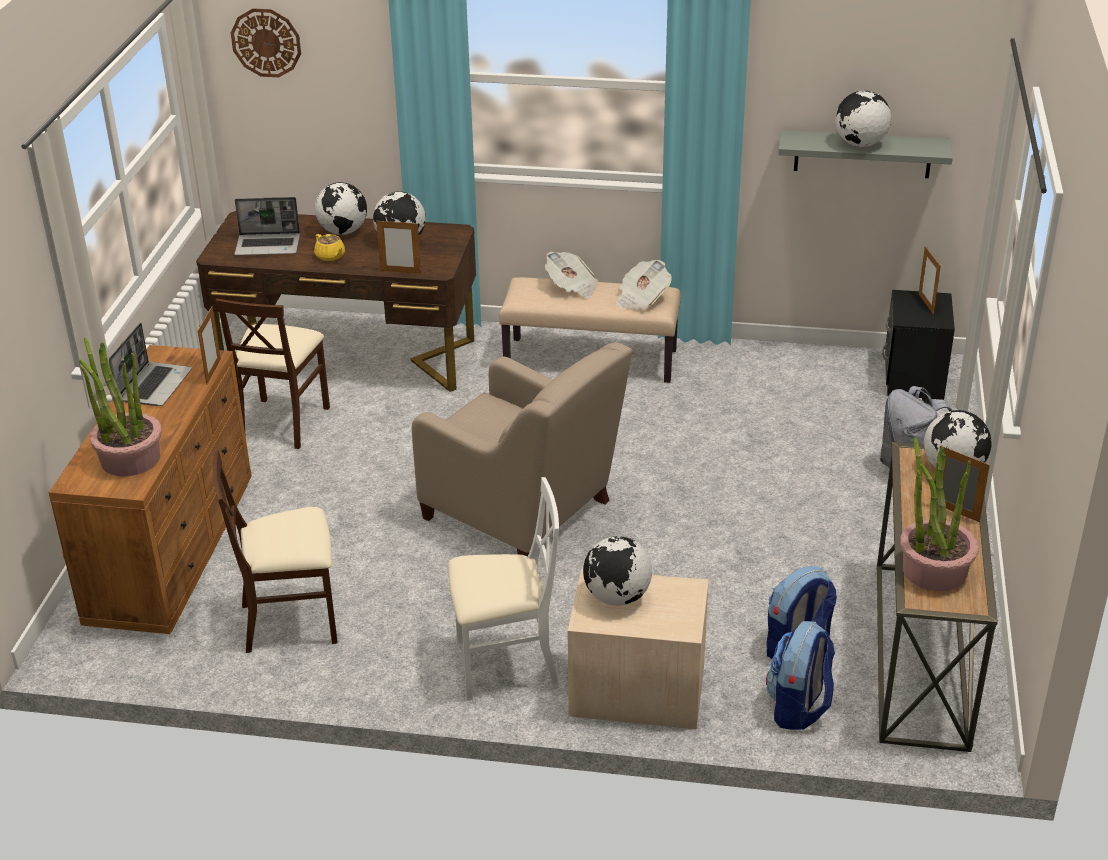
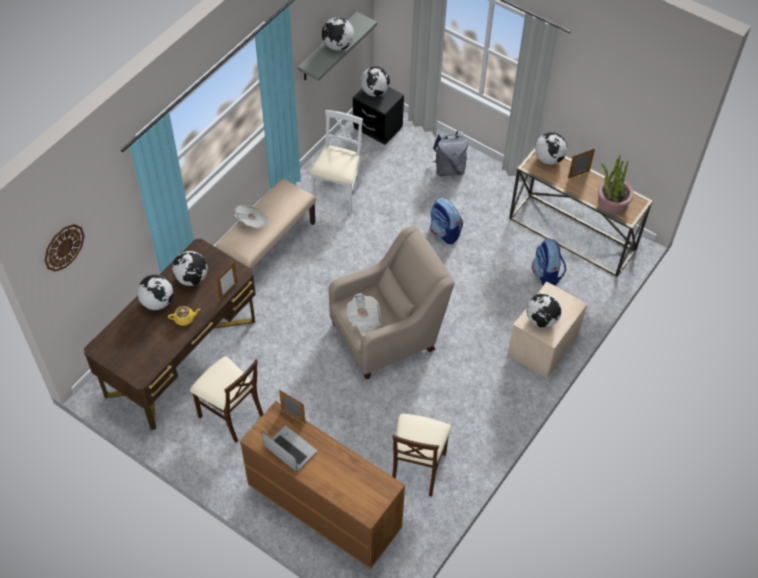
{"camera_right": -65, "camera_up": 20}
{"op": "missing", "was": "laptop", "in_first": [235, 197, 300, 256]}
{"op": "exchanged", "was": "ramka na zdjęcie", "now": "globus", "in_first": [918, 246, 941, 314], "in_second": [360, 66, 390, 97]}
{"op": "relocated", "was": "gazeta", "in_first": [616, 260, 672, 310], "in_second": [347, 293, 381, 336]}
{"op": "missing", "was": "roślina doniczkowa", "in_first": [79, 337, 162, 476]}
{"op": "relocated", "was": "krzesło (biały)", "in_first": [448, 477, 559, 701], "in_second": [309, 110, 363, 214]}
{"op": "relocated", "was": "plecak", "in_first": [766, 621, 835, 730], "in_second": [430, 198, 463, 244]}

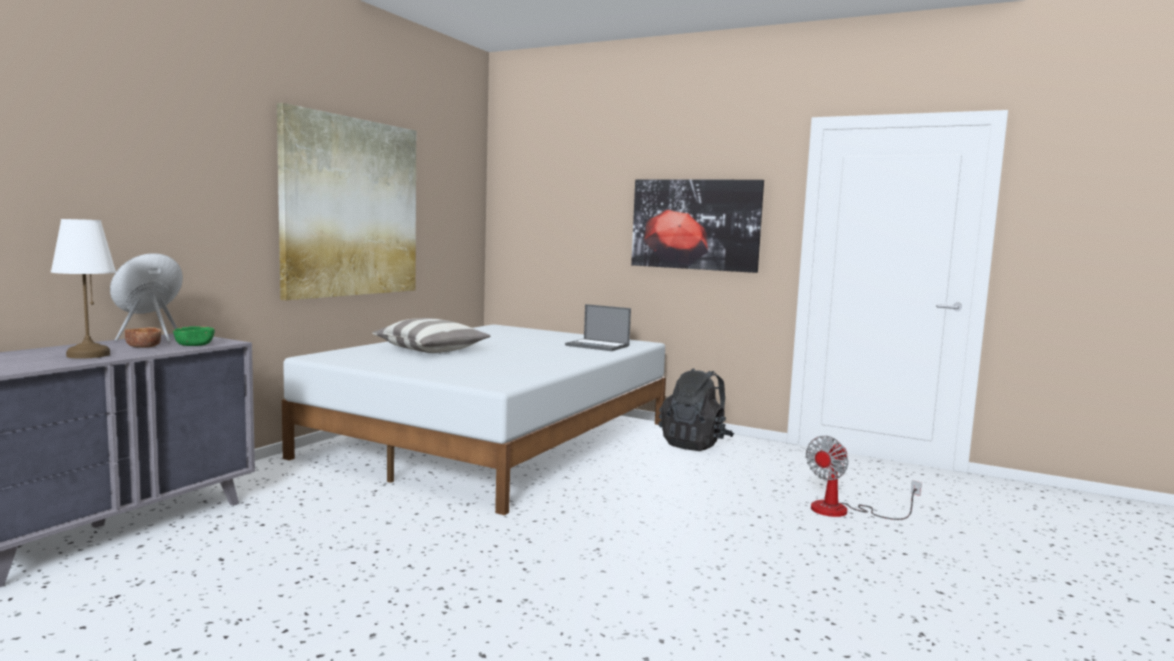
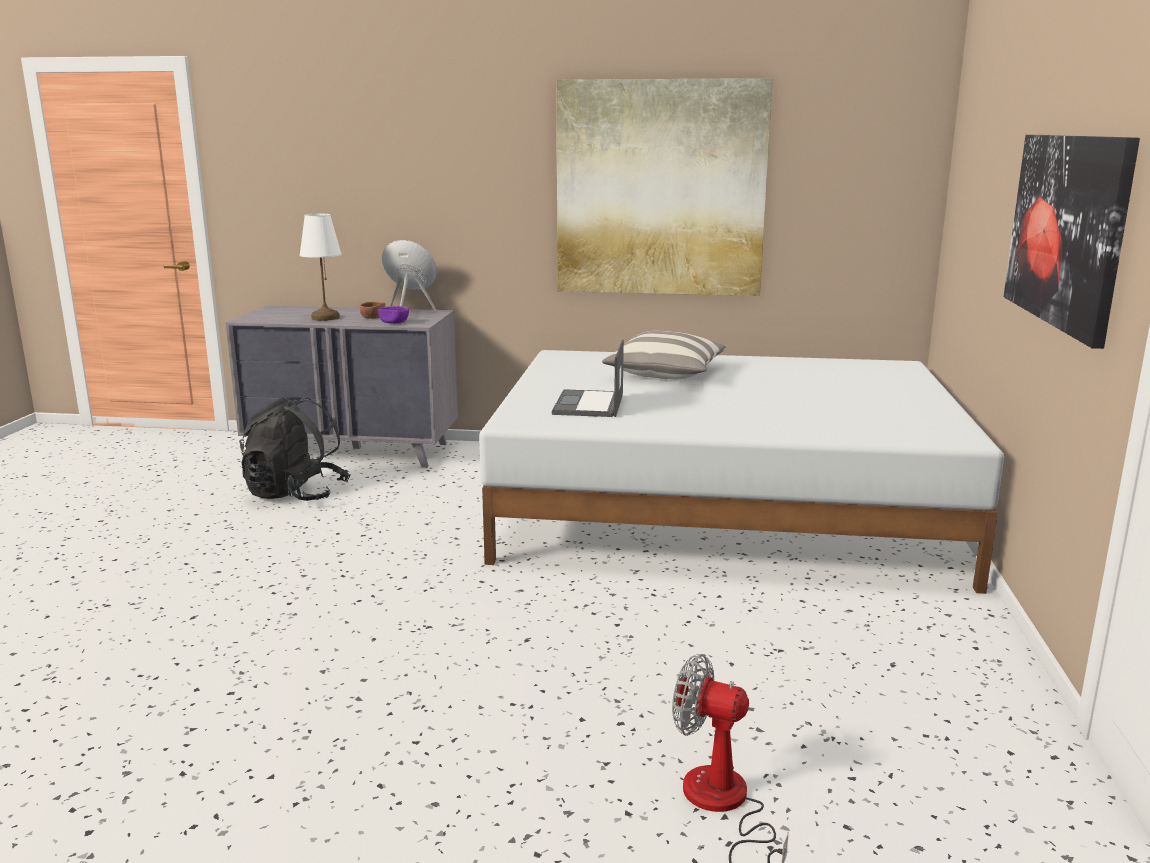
{"camera_right": 70, "camera_up": 10}
{"op": "relocated", "was": "laptop", "in_first": [565, 304, 631, 351], "in_second": [552, 339, 624, 417]}
{"op": "colour", "was": "miska (zielony)", "now": "miska (fioletowy)", "in_first": [173, 326, 215, 346], "in_second": [378, 306, 409, 324]}
{"op": "relocated", "was": "plecak (czarny)", "in_first": [659, 369, 734, 451], "in_second": [239, 397, 351, 501]}

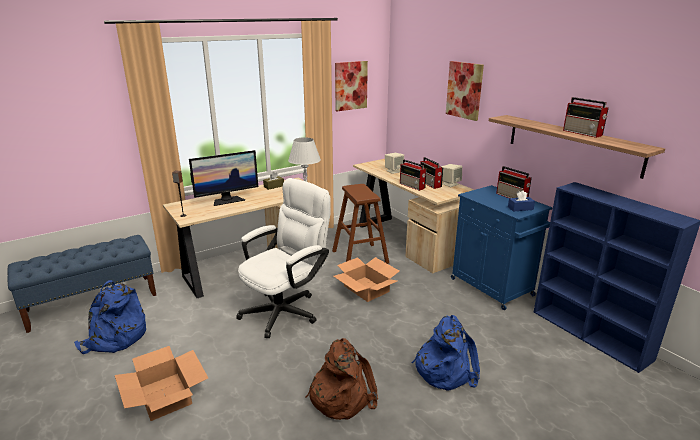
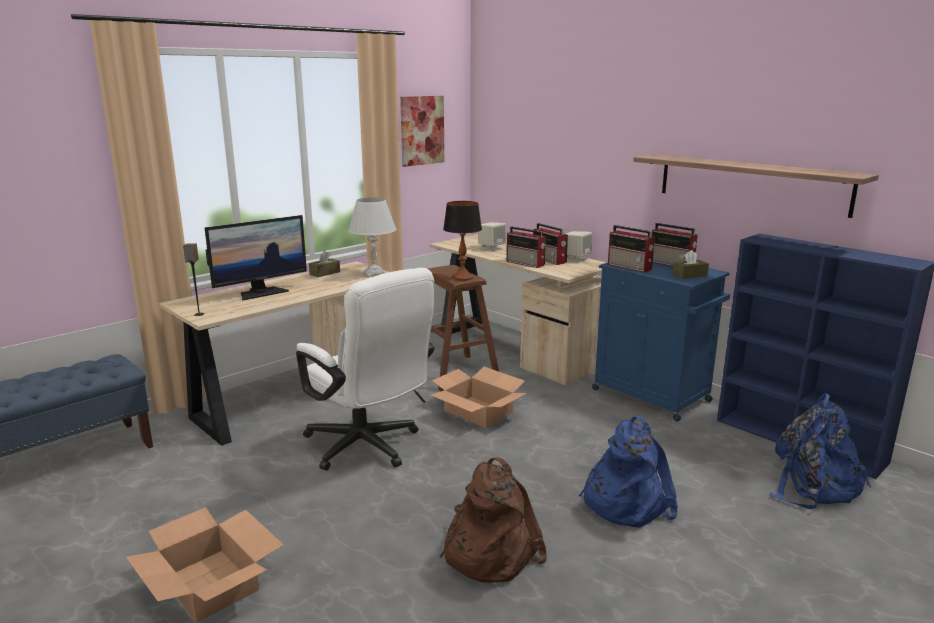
{"camera_right": -10, "camera_up": -5}
{"op": "missing", "was": "obraz", "in_first": [446, 61, 484, 121]}
{"op": "relocated", "was": "radio", "in_first": [563, 97, 609, 138], "in_second": [608, 225, 655, 273]}
{"op": "spun", "was": "krzesło biurowe (biały)", "in_first": [236, 178, 331, 338], "in_second": [296, 268, 435, 471], "clockwise": 105}
{"op": "colour", "was": "pudełko chusteczek (niebieski)", "now": "pudełko chusteczek (brązowy)", "in_first": [508, 190, 535, 212], "in_second": [673, 250, 709, 279]}
{"op": "relocated", "was": "plecak (niebieski)", "in_first": [74, 280, 146, 354], "in_second": [769, 393, 871, 509]}
{"op": "appeared", "now": "lampa stołowa", "in_second": [443, 201, 482, 281]}

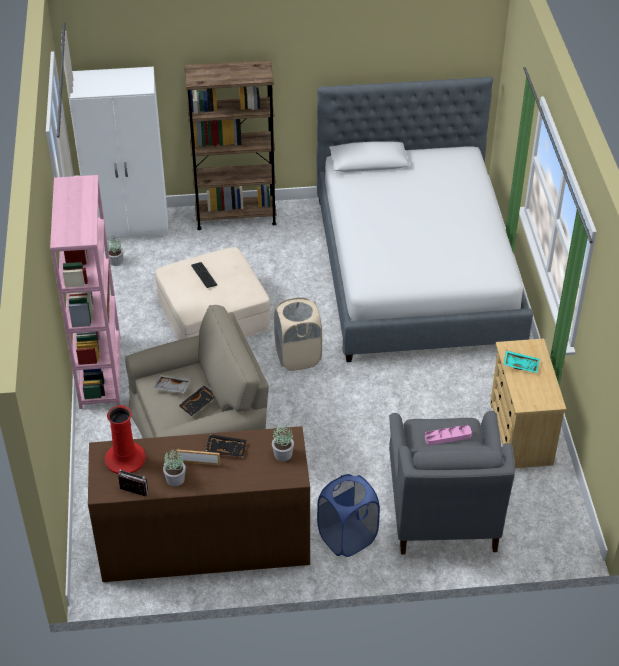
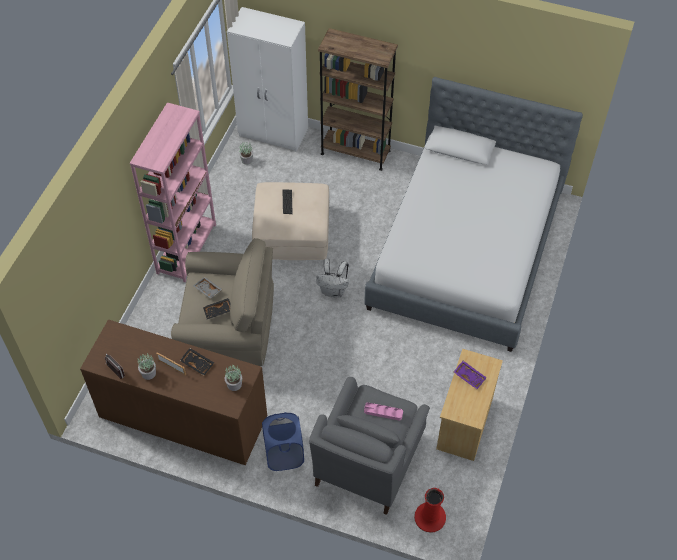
{"camera_right": 25, "camera_up": 10}
{"op": "exchanged", "was": "kosz na pranie (beżowy)", "now": "plecak (biały)", "in_first": [274, 297, 322, 371], "in_second": [316, 259, 349, 298]}
{"op": "colour", "was": "taca (turkusowy)", "now": "taca (fioletowy)", "in_first": [504, 350, 540, 373], "in_second": [454, 361, 487, 389]}
{"op": "relocated", "was": "wazon (czerwony)", "in_first": [105, 405, 146, 474], "in_second": [414, 488, 446, 532]}

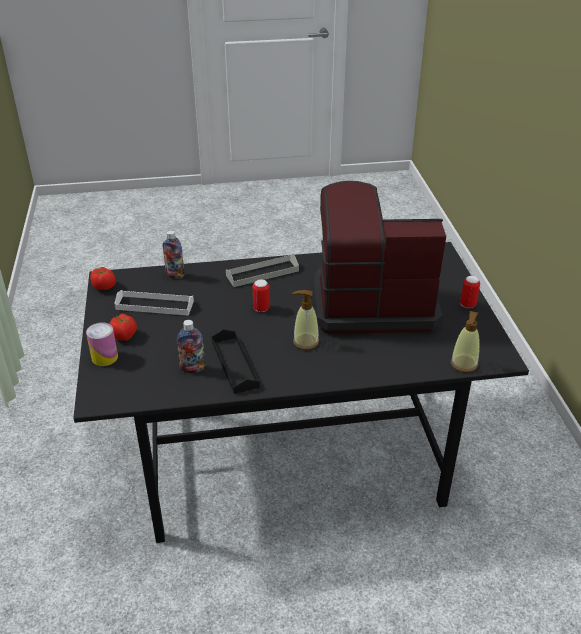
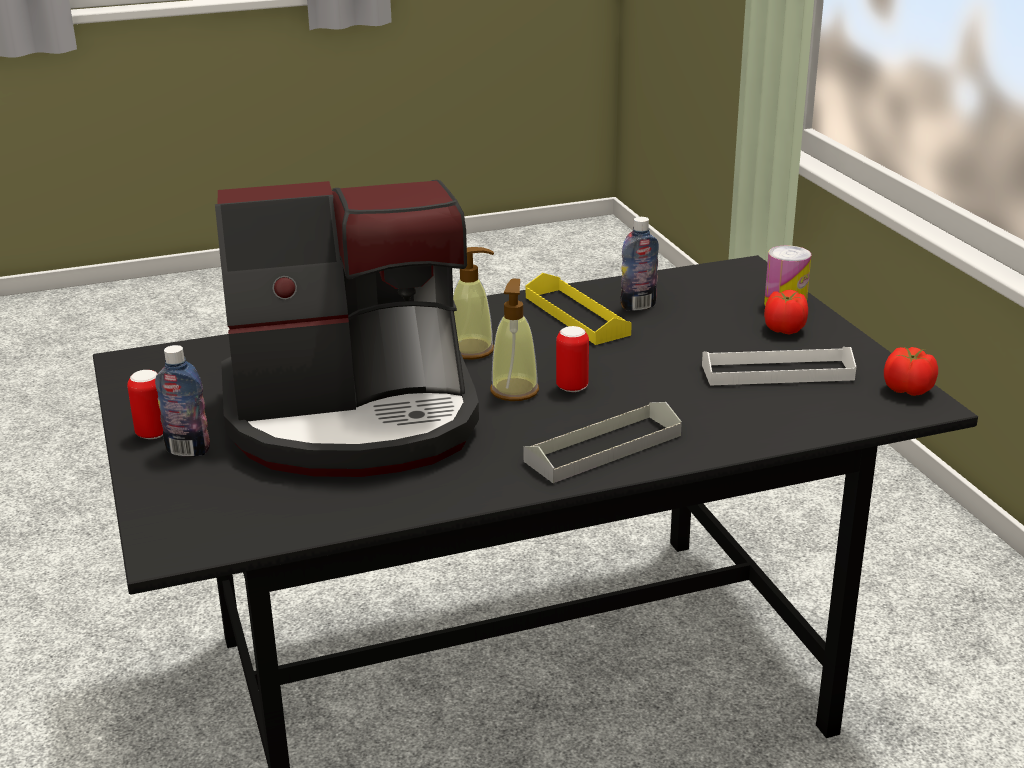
{"camera_right": 170, "camera_up": -10}
{"op": "relocated", "was": "butelka", "in_first": [162, 230, 185, 279], "in_second": [155, 345, 210, 457]}
{"op": "relocated", "was": "dozownik mydła", "in_first": [451, 311, 480, 373], "in_second": [490, 279, 539, 401]}
{"op": "colour", "was": "taca (czarny)", "now": "taca (żółty)", "in_first": [211, 329, 260, 394], "in_second": [526, 273, 632, 345]}

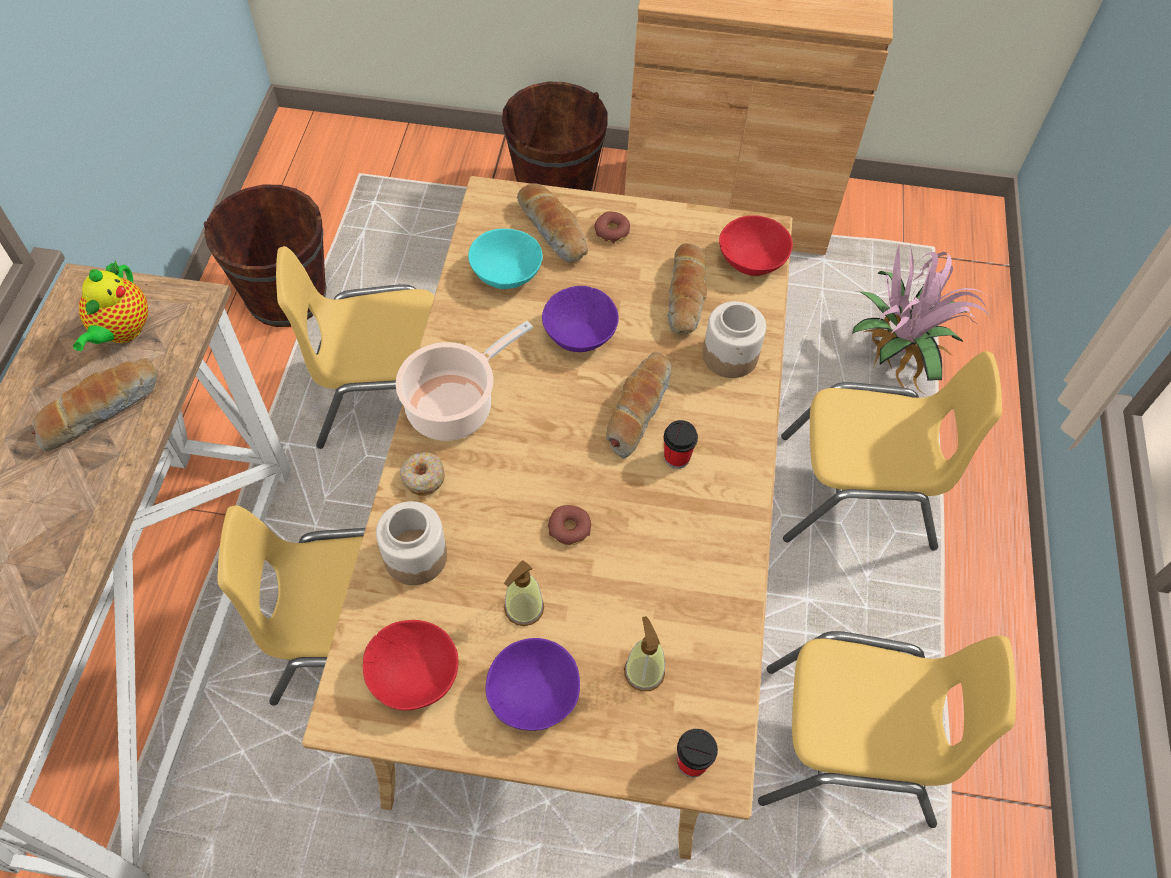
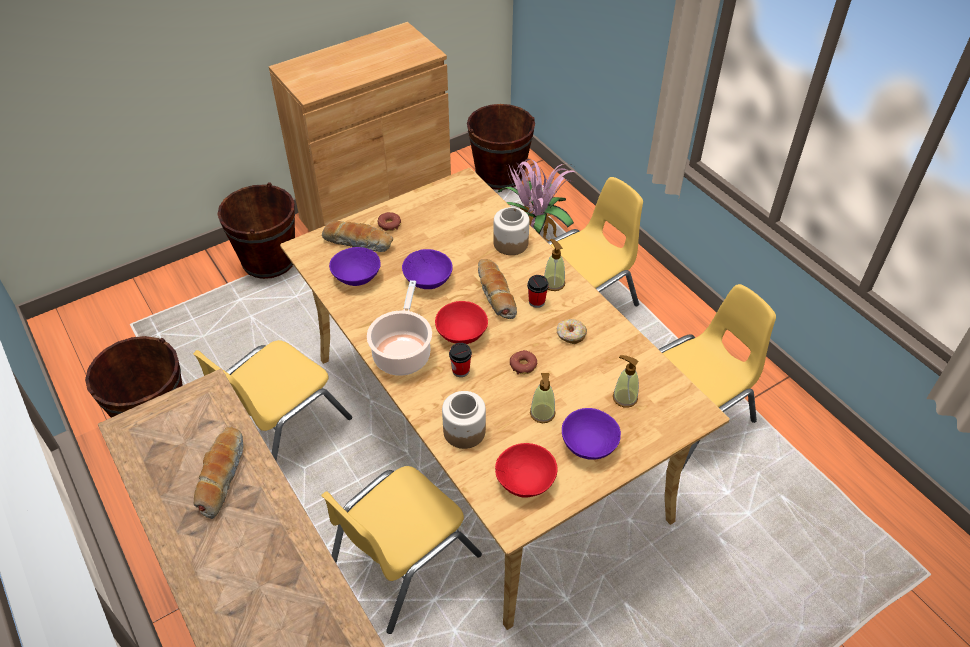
{"camera_right": -40, "camera_up": -10}
{"op": "relocated", "was": "miska (czerwony)", "in_first": [719, 215, 793, 276], "in_second": [435, 301, 488, 344]}
{"op": "colour", "was": "miska (turkusowy)", "now": "miska (fioletowy)", "in_first": [468, 229, 543, 289], "in_second": [329, 247, 381, 286]}
{"op": "missing", "was": "chleb", "in_first": [667, 243, 707, 335]}
{"op": "missing", "was": "imbryk", "in_first": [73, 260, 148, 351]}
{"op": "relocated", "was": "donut", "in_first": [400, 452, 445, 496], "in_second": [557, 319, 587, 344]}
{"op": "relocated", "was": "filiżanka", "in_first": [677, 729, 718, 777], "in_second": [449, 343, 472, 377]}
{"op": "appeared", "now": "wiadro (brązowy)", "in_second": [467, 104, 535, 190]}
{"op": "appeared", "now": "dozownik mydła", "in_second": [544, 239, 565, 291]}

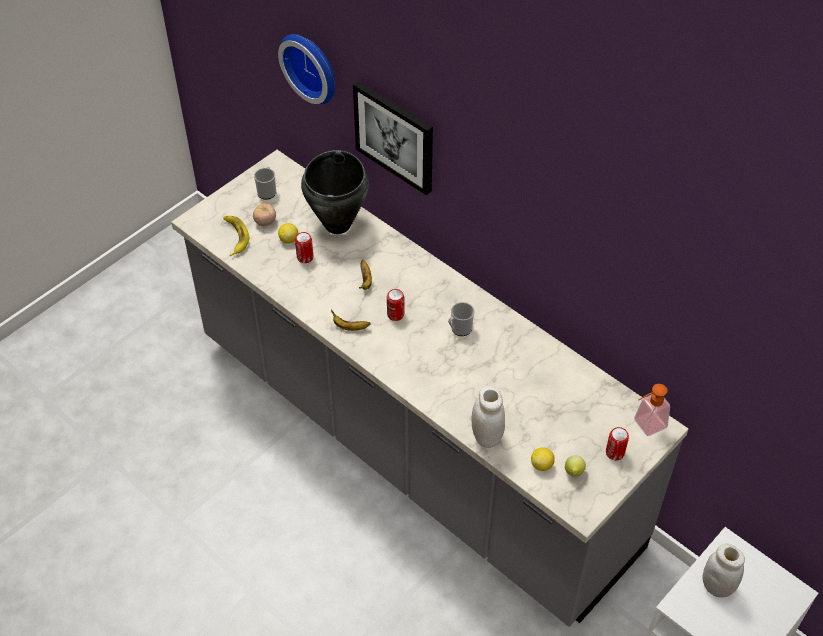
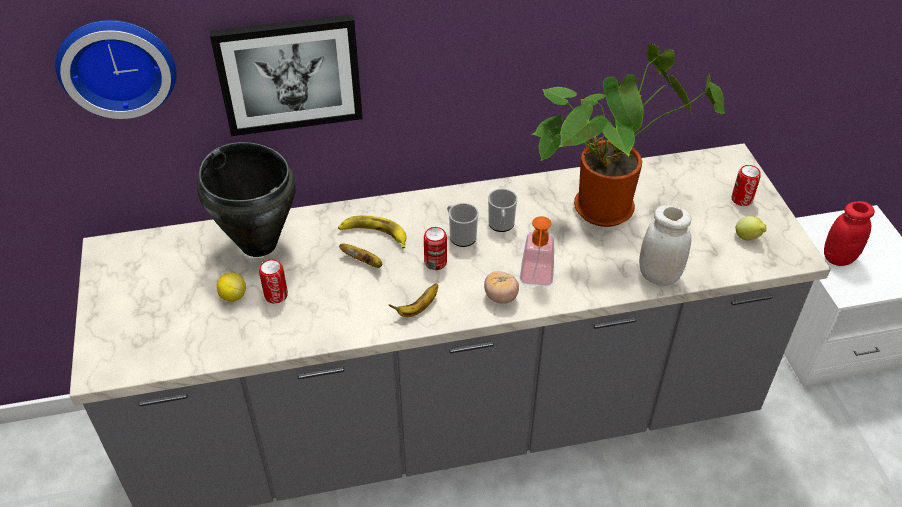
{"camera_right": -55, "camera_up": -5}
{"op": "relocated", "was": "kubek", "in_first": [254, 167, 276, 200], "in_second": [447, 203, 479, 247]}
{"op": "relocated", "was": "pomidor", "in_first": [253, 203, 276, 226], "in_second": [484, 271, 519, 304]}
{"op": "relocated", "was": "banan", "in_first": [223, 216, 249, 256], "in_second": [338, 215, 407, 249]}
{"op": "relocated", "was": "dozownik mydła", "in_first": [634, 384, 670, 436], "in_second": [520, 216, 554, 286]}
{"op": "missing", "was": "cytryna", "in_first": [531, 447, 555, 471]}
{"op": "colour", "was": "słoik (biały)", "now": "słoik (czerwony)", "in_first": [702, 544, 745, 598], "in_second": [824, 201, 875, 266]}
{"op": "appeared", "now": "roślina doniczkowa", "in_second": [532, 44, 725, 227]}

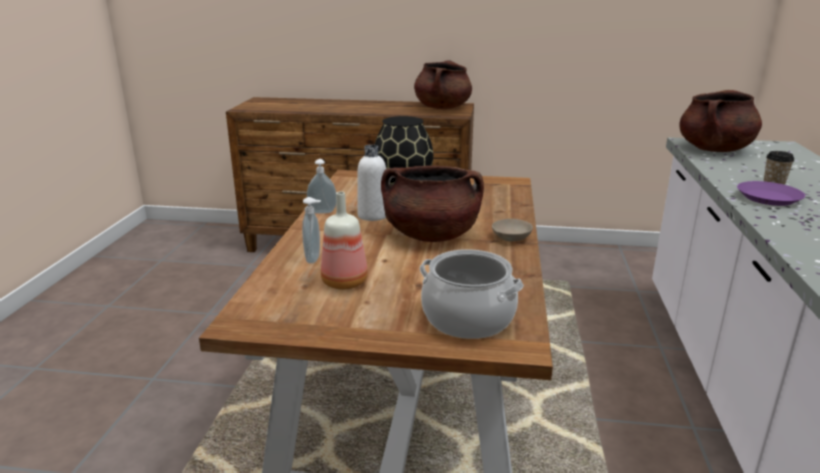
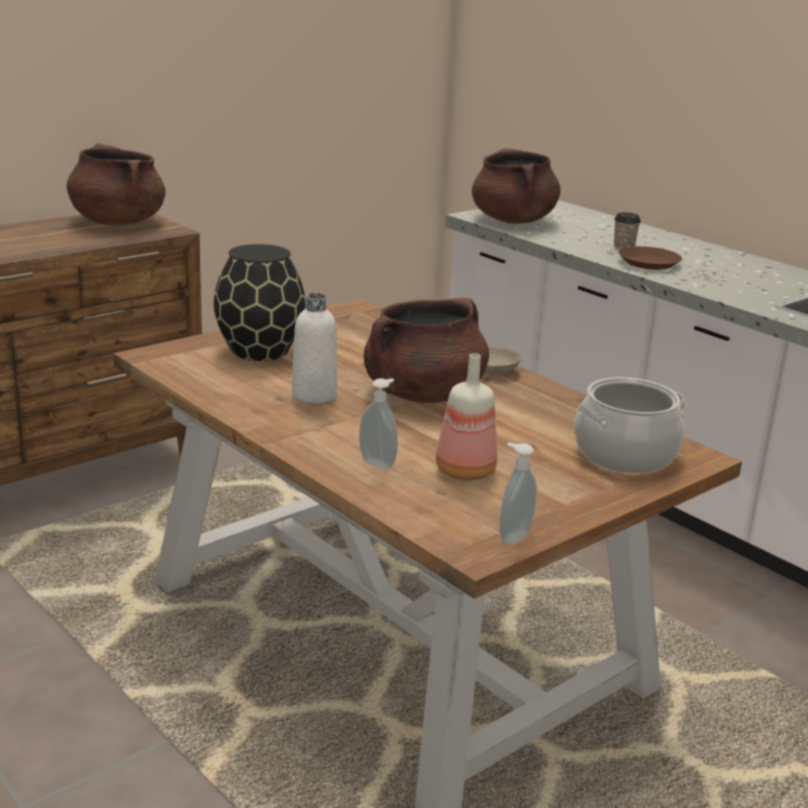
{"camera_right": -50, "camera_up": 0}
{"op": "relocated", "was": "dozownik mydła", "in_first": [307, 159, 336, 214], "in_second": [499, 442, 537, 545]}
{"op": "colour", "was": "talerz (fioletowy)", "now": "talerz (brązowy)", "in_first": [737, 181, 805, 206], "in_second": [618, 246, 682, 270]}

